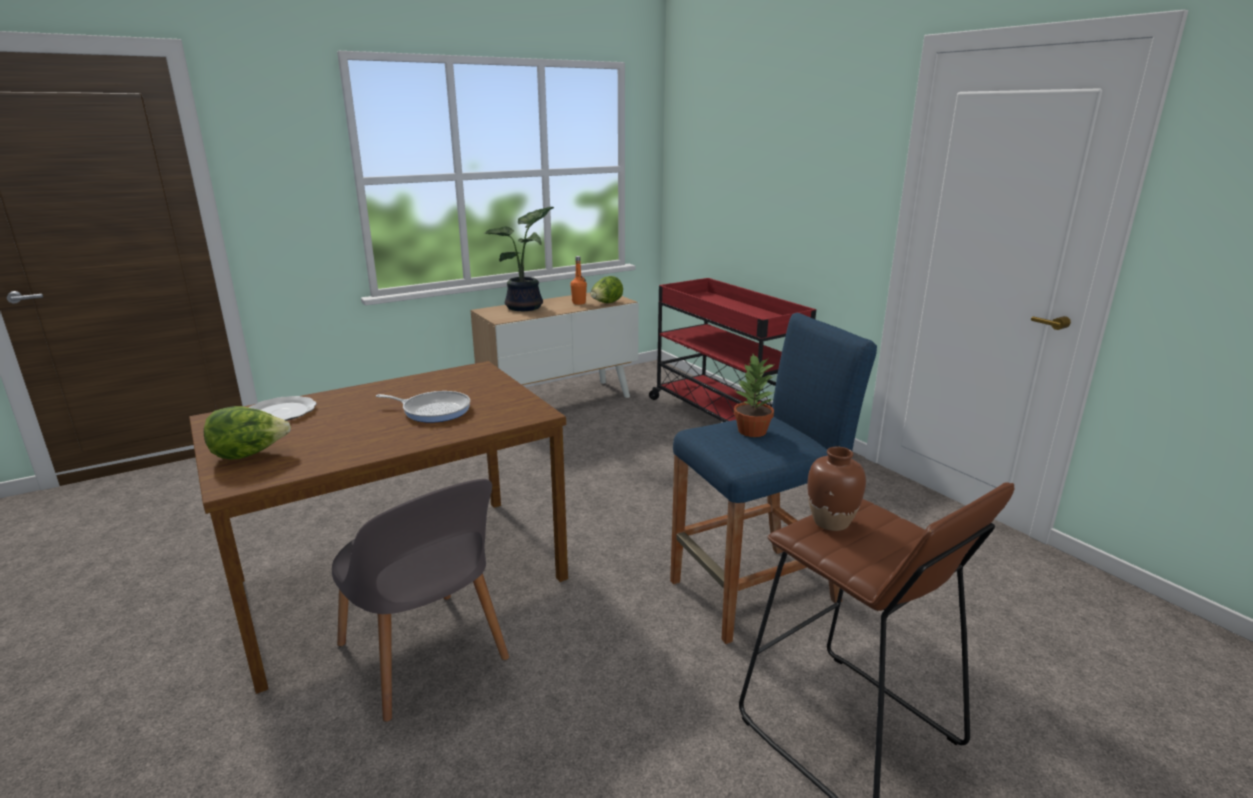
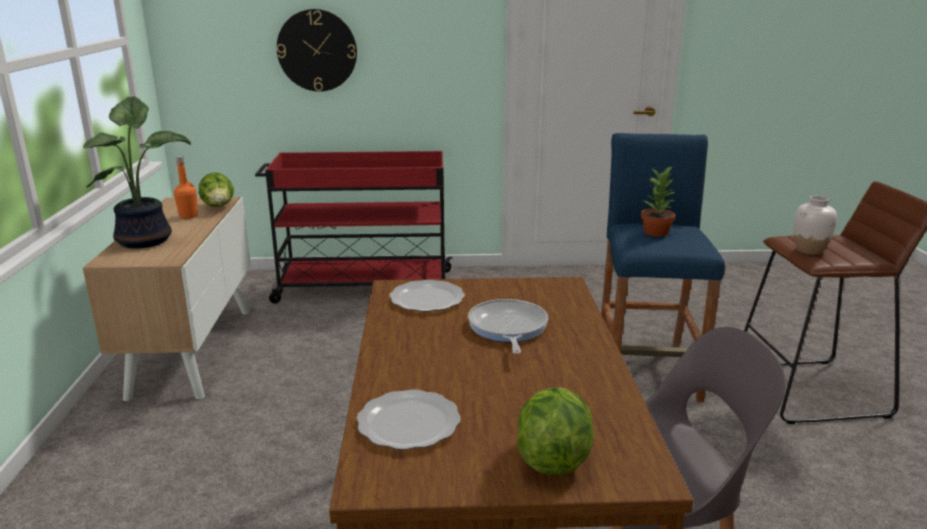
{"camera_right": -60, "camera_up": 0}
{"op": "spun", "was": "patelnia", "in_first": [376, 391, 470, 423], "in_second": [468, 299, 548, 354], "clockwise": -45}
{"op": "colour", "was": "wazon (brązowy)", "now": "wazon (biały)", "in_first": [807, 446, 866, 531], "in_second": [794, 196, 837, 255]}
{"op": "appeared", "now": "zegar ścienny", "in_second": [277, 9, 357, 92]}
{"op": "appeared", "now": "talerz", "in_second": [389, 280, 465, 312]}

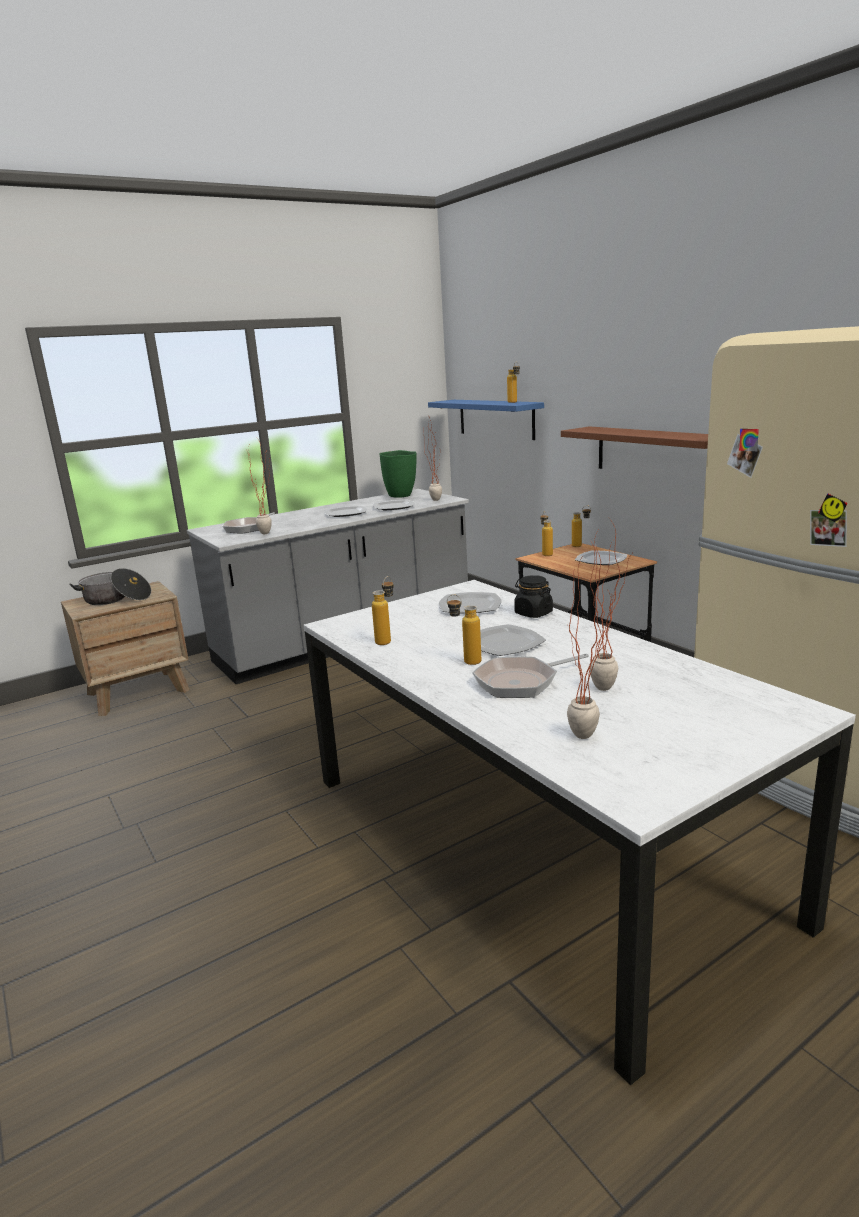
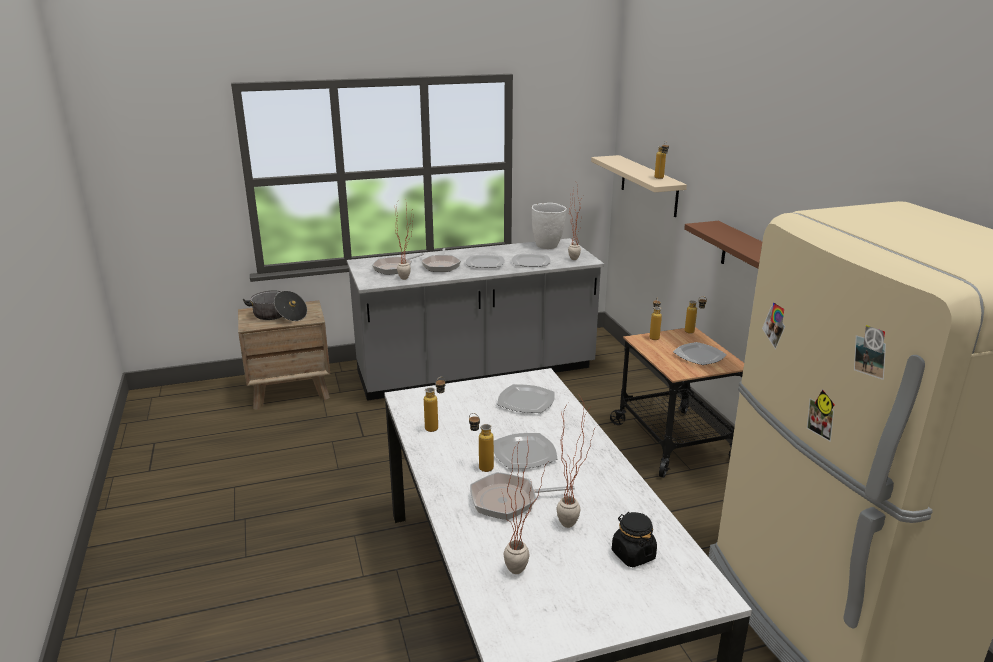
{"camera_right": 15, "camera_up": 5}
{"op": "colour", "was": "półka (niebieski)", "now": "półka (beżowy)", "in_first": [428, 400, 544, 440], "in_second": [591, 155, 687, 217]}
{"op": "colour", "was": "wazon (zielony)", "now": "wazon (biały)", "in_first": [380, 450, 417, 498], "in_second": [532, 203, 567, 249]}
{"op": "relocated", "was": "słoik (czarny)", "in_first": [514, 575, 553, 618], "in_second": [612, 512, 657, 567]}
{"op": "appeared", "now": "patelnia", "in_second": [421, 248, 461, 272]}

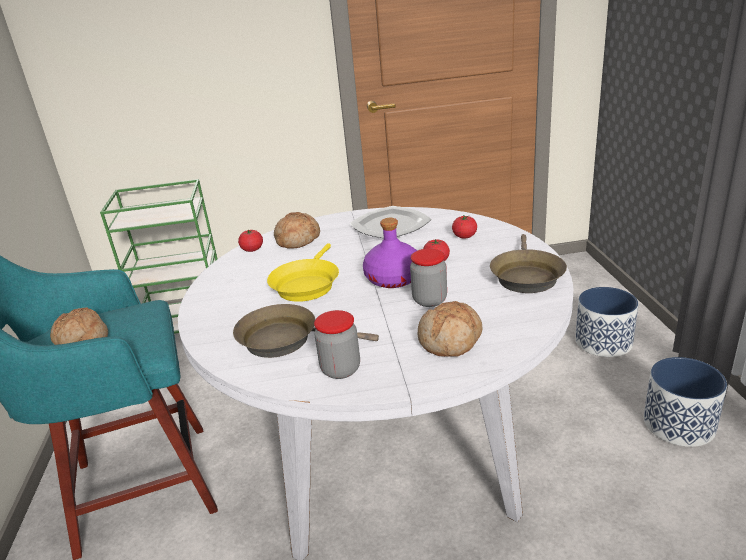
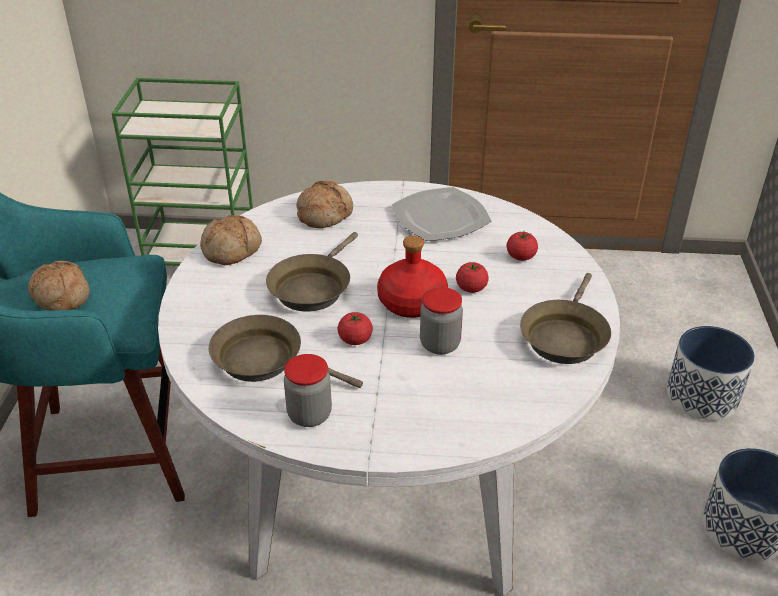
{"camera_right": 10, "camera_up": 10}
{"op": "colour", "was": "butelka (fioletowy)", "now": "butelka (czerwony)", "in_first": [363, 218, 417, 288], "in_second": [377, 236, 448, 318]}
{"op": "relocated", "was": "pomidor", "in_first": [238, 230, 263, 252], "in_second": [338, 312, 373, 345]}
{"op": "colour", "was": "patelnia (żółty)", "now": "patelnia (brązowy)", "in_first": [267, 243, 339, 302], "in_second": [266, 232, 358, 312]}
{"op": "relocated", "was": "chleb", "in_first": [417, 301, 483, 357], "in_second": [200, 215, 262, 265]}

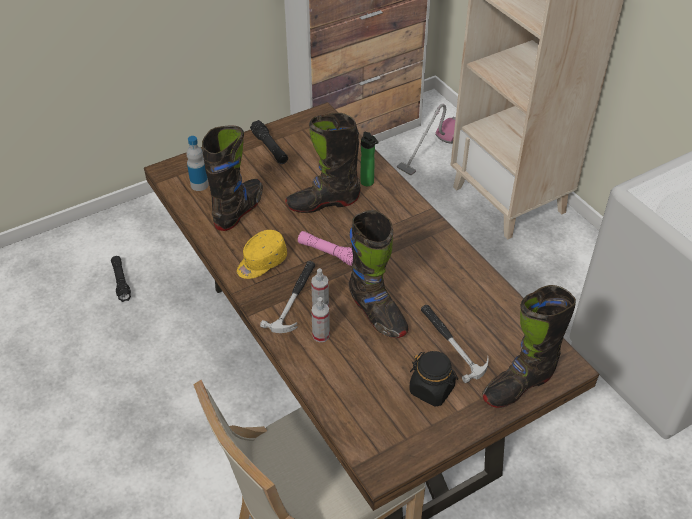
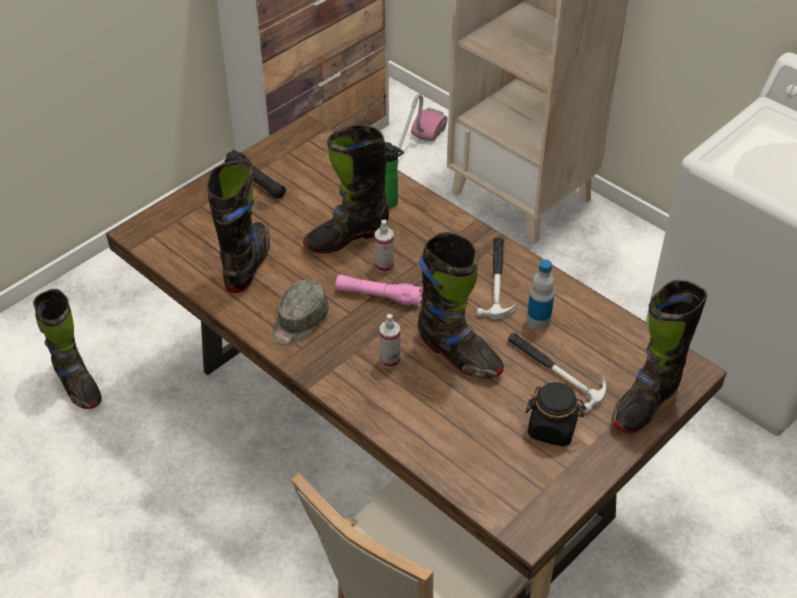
{"camera_right": -15, "camera_up": 0}
{"op": "relocated", "was": "butelka", "in_first": [186, 136, 209, 191], "in_second": [527, 259, 555, 329]}
{"op": "colour", "was": "czapka z daszkiem (żółty)", "now": "czapka z daszkiem (szary)", "in_first": [237, 230, 287, 279], "in_second": [273, 280, 329, 345]}
{"op": "exchanged", "was": "latarka (czarny)", "now": "but z cholewką (czarny)", "in_first": [111, 256, 131, 302], "in_second": [33, 289, 102, 409]}
{"op": "relocated", "was": "młotek", "in_first": [260, 261, 315, 333], "in_second": [477, 237, 517, 319]}
{"op": "relocated", "was": "spryskiwacz", "in_first": [311, 297, 330, 342], "in_second": [375, 220, 394, 273]}

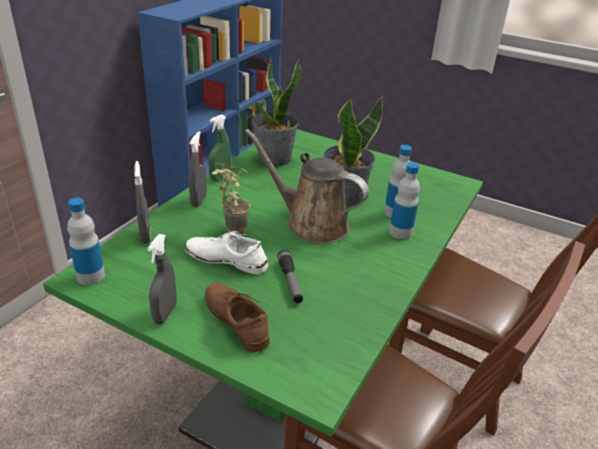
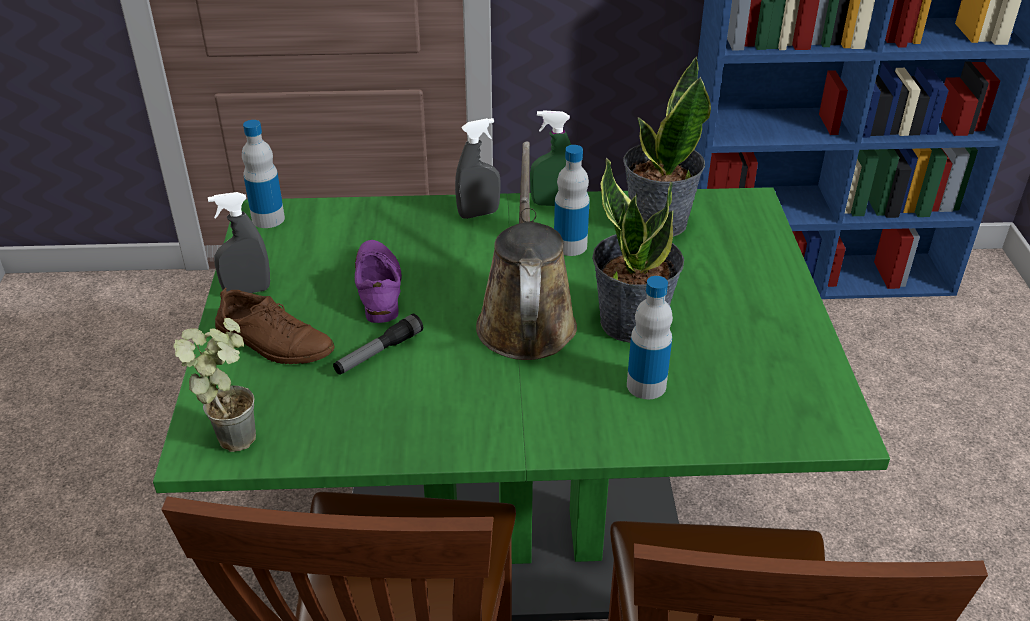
{"camera_right": 60, "camera_up": 5}
{"op": "missing", "was": "spryskiwacz (szary)", "in_first": [134, 161, 150, 244]}
{"op": "relocated", "was": "roślina doniczkowa", "in_first": [212, 162, 251, 235], "in_second": [173, 318, 256, 452]}
{"op": "relocated", "was": "butelka", "in_first": [389, 162, 420, 239], "in_second": [554, 145, 590, 256]}
{"op": "colour", "was": "but (biały)", "now": "but (fioletowy)", "in_first": [185, 231, 268, 274], "in_second": [355, 240, 402, 323]}
{"op": "spun", "was": "but (brązowy)", "in_first": [205, 283, 270, 352], "in_second": [215, 288, 334, 364], "clockwise": 90}

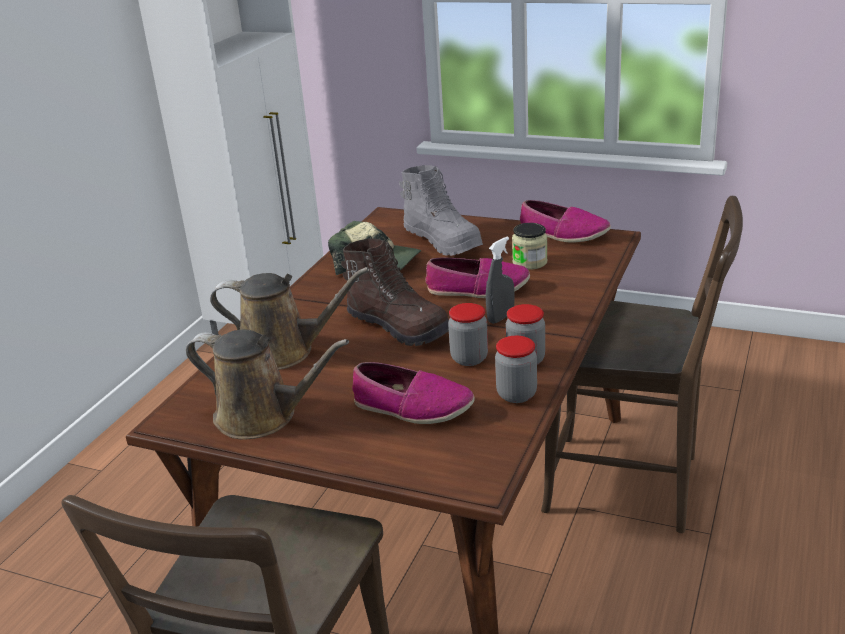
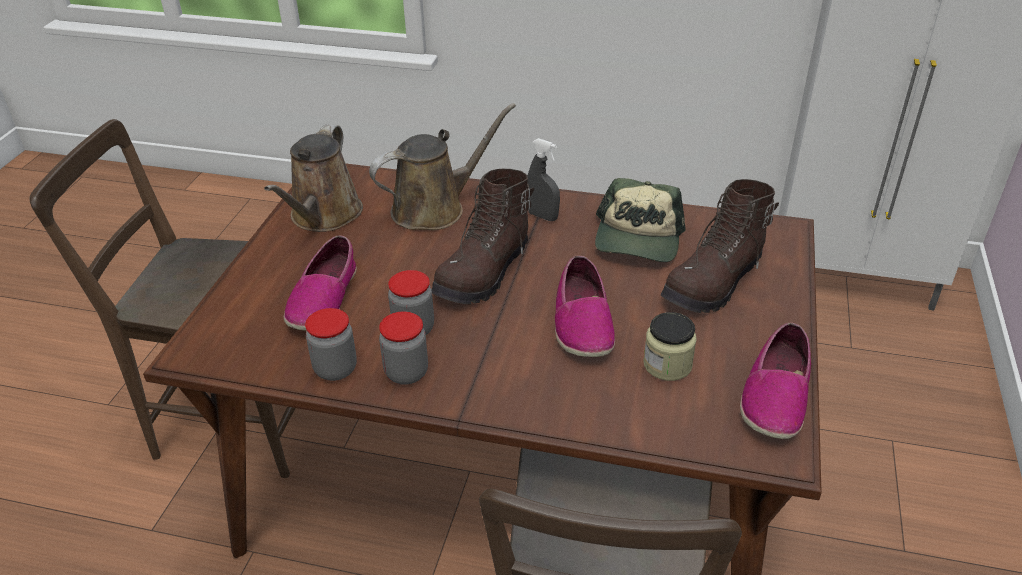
{"camera_right": 80, "camera_up": 10}
{"op": "colour", "was": "but z cholewką (szary)", "now": "but z cholewką (brązowy)", "in_first": [399, 165, 483, 256], "in_second": [661, 179, 779, 313]}
{"op": "relocated", "was": "spryskiwacz (szary)", "in_first": [486, 236, 515, 324], "in_second": [527, 138, 560, 221]}
{"op": "spun", "was": "konewka (brązowy)", "in_first": [210, 267, 369, 370], "in_second": [369, 103, 516, 230], "clockwise": -120}

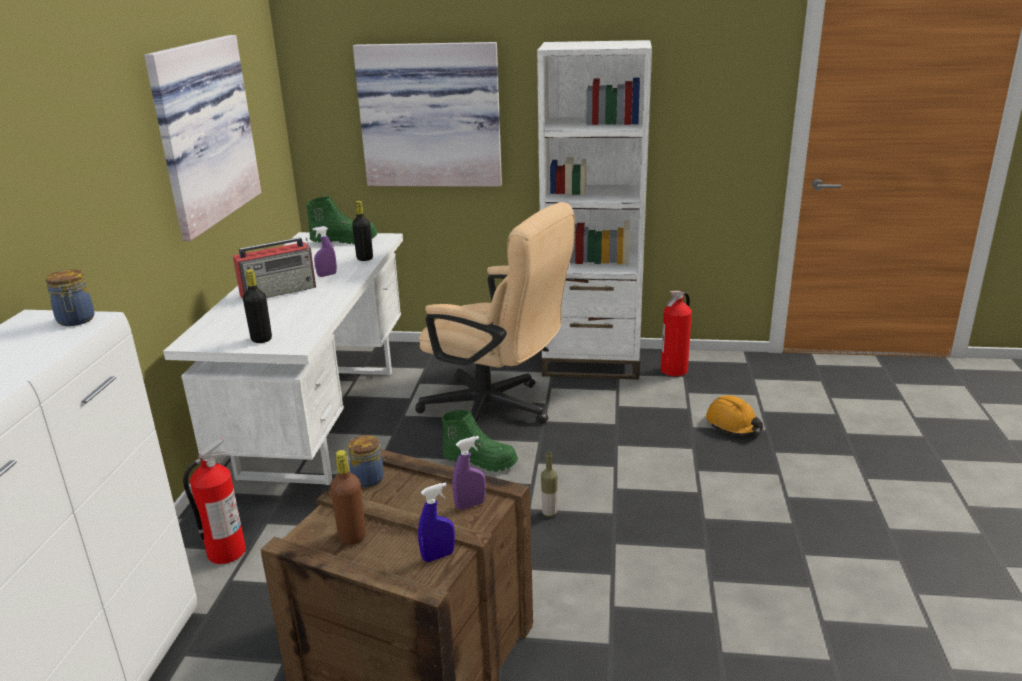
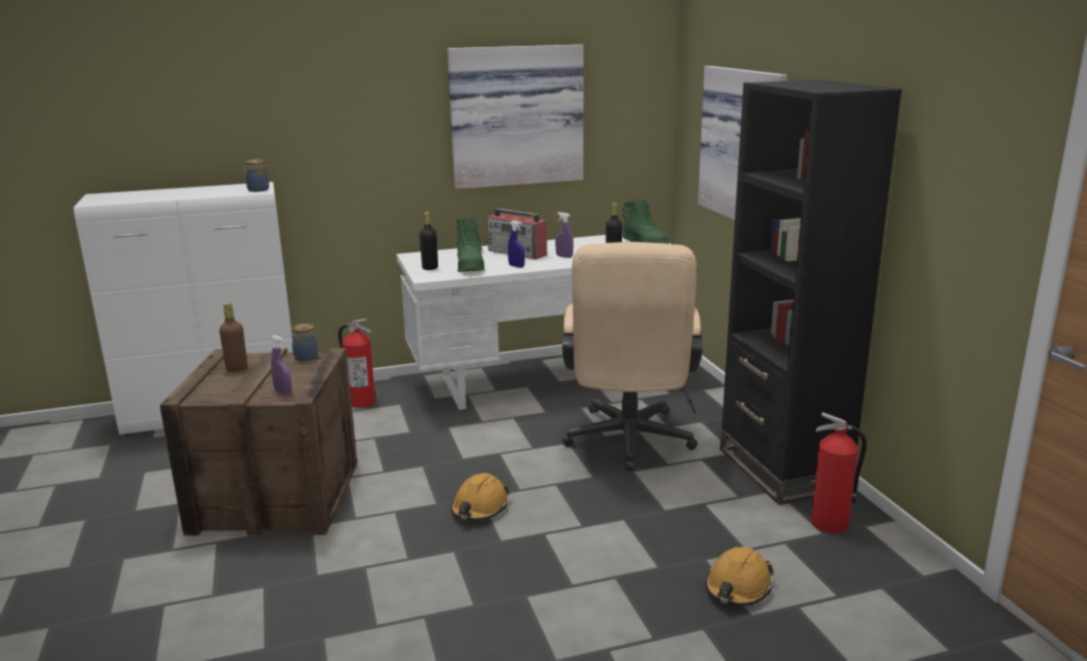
{"camera_right": 65, "camera_up": -5}
{"op": "colour", "was": "regał (biały)", "now": "regał (czarny)", "in_first": [537, 40, 652, 380], "in_second": [720, 80, 902, 505]}
{"op": "relocated", "was": "but z cholewką (zielony)", "in_first": [442, 410, 518, 472], "in_second": [456, 218, 485, 272]}
{"op": "exchanged", "was": "butelka", "now": "kask (pomarańczowy)", "in_first": [541, 452, 557, 517], "in_second": [451, 473, 510, 521]}
{"op": "relocated", "was": "spryskiwacz (niebieski)", "in_first": [418, 482, 455, 562], "in_second": [508, 221, 525, 268]}

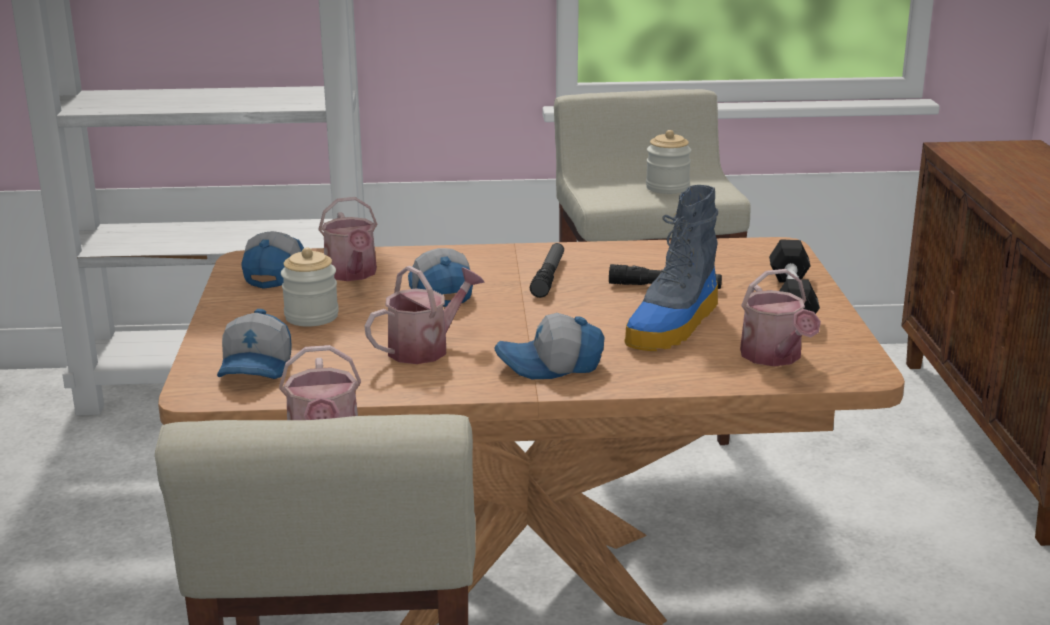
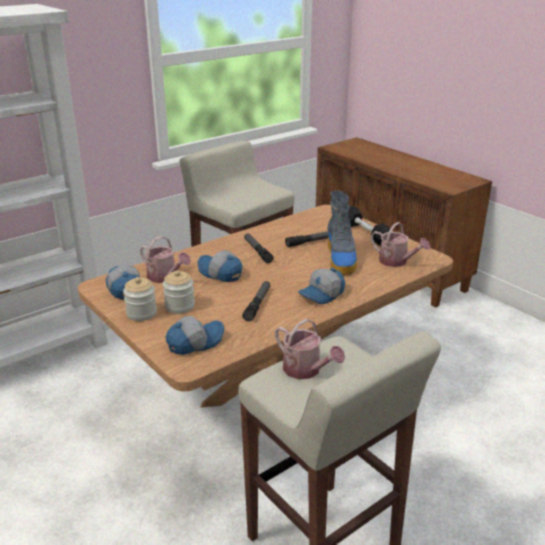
{"camera_right": -35, "camera_up": 5}
{"op": "relocated", "was": "słoik", "in_first": [646, 130, 691, 194], "in_second": [123, 277, 157, 321]}
{"op": "exchanged", "was": "konewka", "now": "latarka", "in_first": [364, 266, 484, 364], "in_second": [242, 281, 270, 321]}
{"op": "spun", "was": "czapka z daszkiem", "in_first": [217, 309, 292, 379], "in_second": [166, 316, 225, 355], "clockwise": -90}

